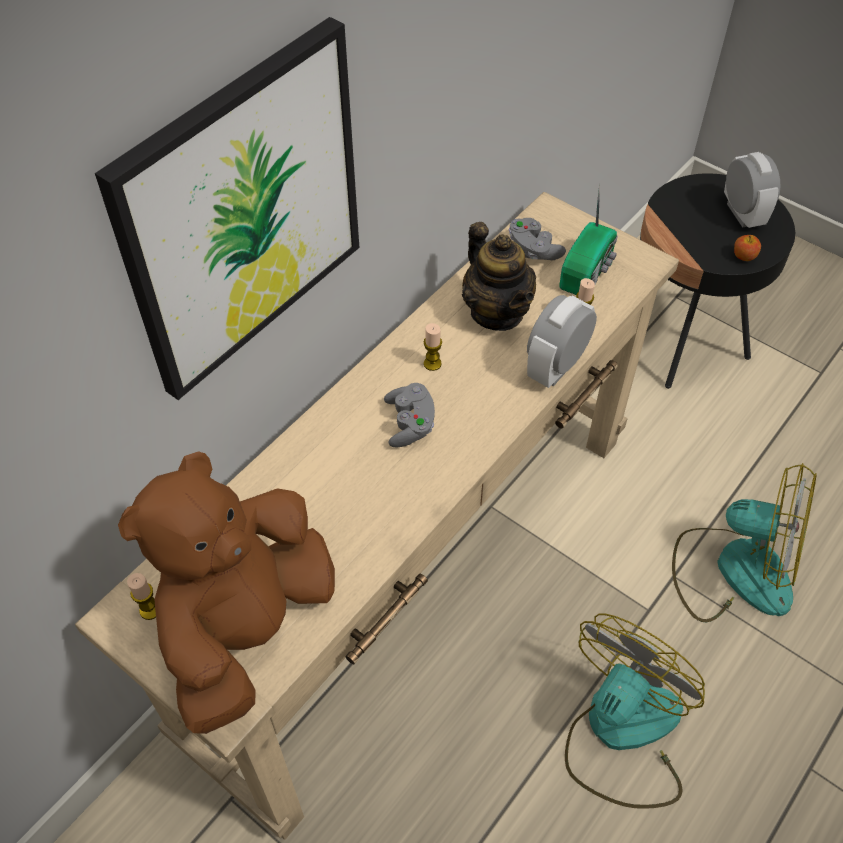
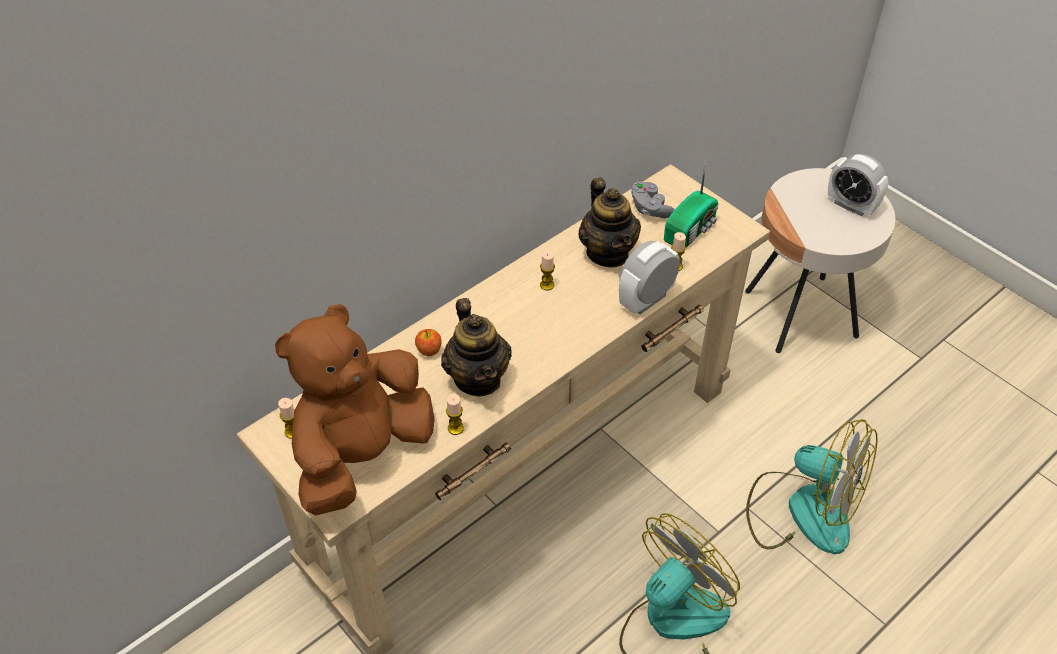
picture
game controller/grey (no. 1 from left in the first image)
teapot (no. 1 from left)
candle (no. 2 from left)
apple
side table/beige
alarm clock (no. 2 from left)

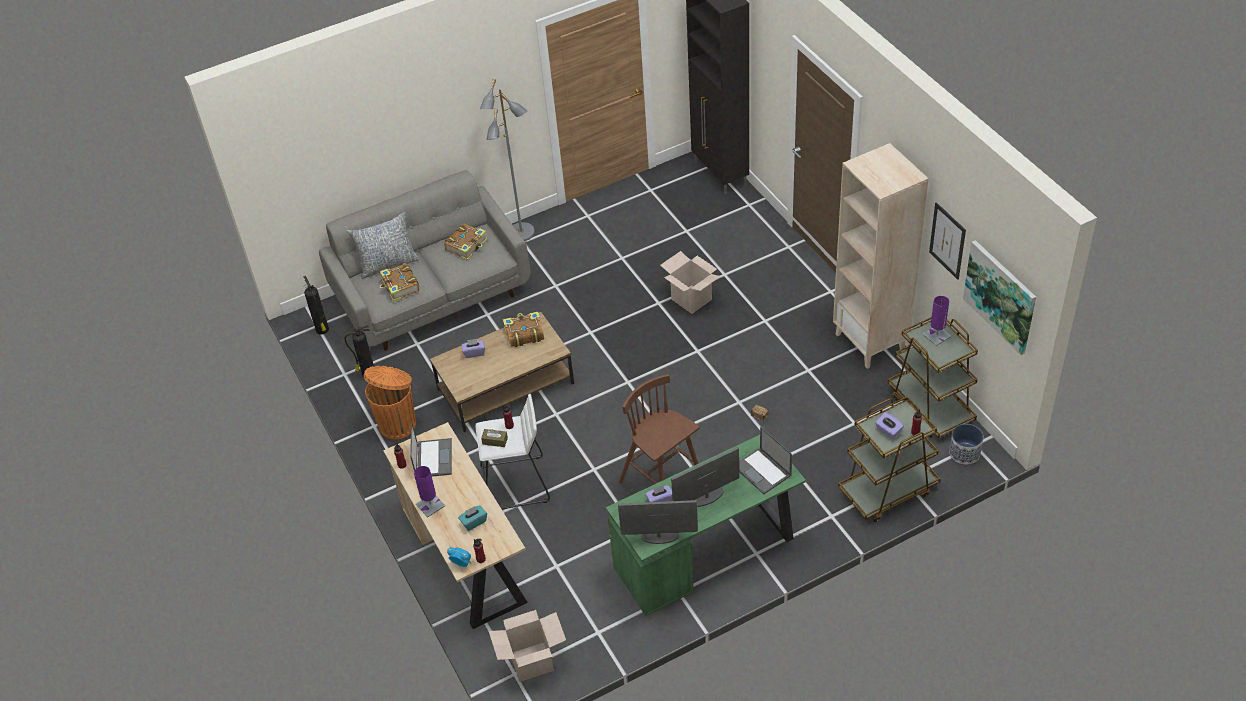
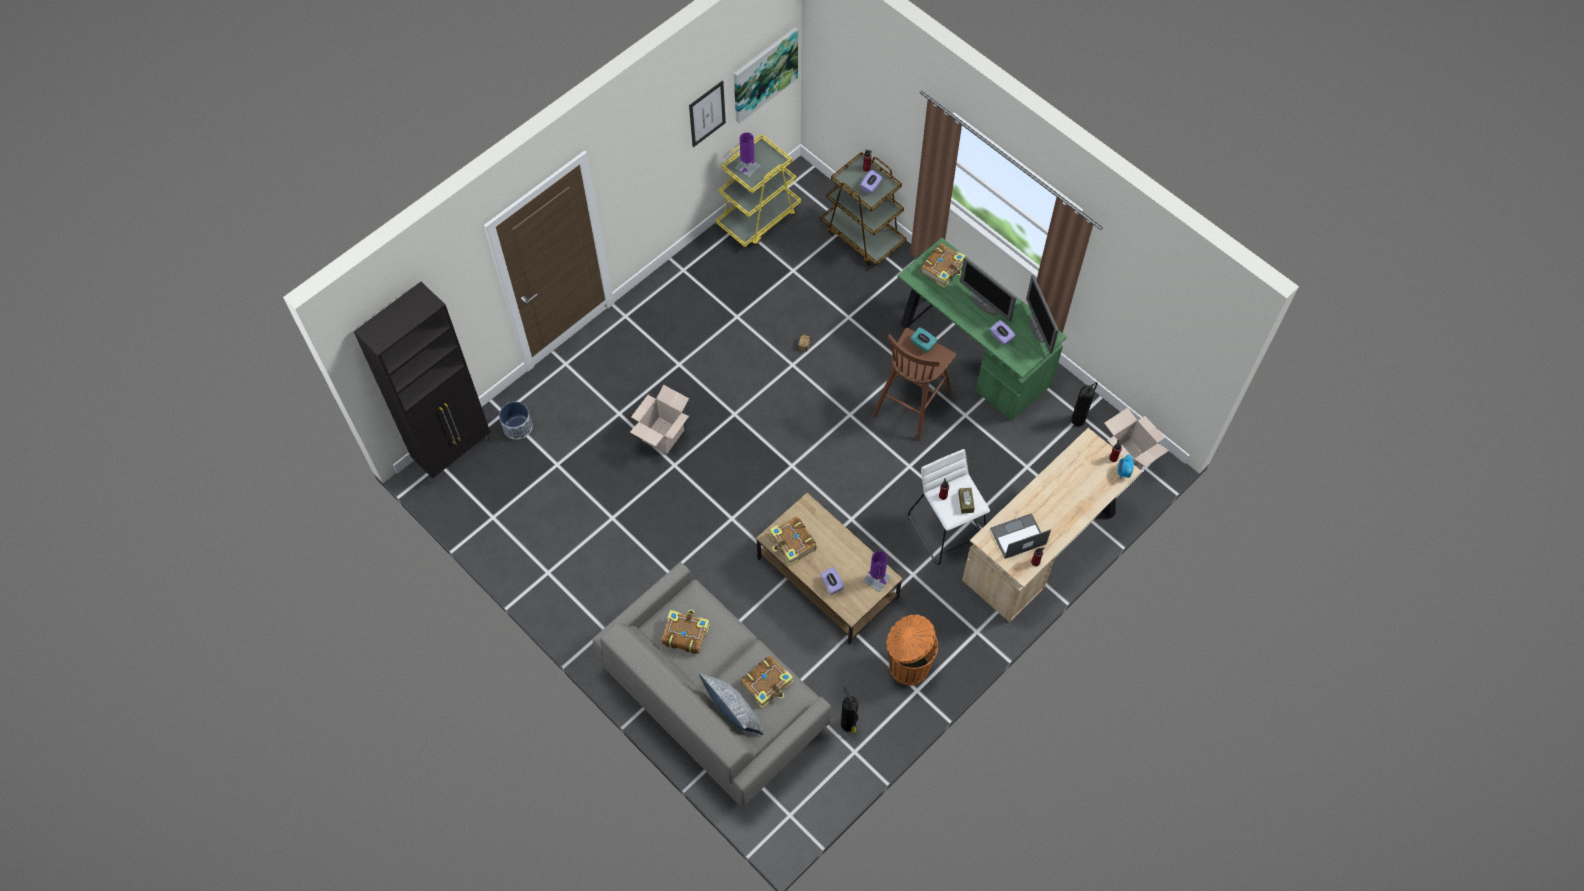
floor lamp/grey
bookcase/beige
fire extinguisher (no. 2 from left)
table lamp/purple (no. 2 from left)
tissue box/turquoise
planter
book (no. 4 from left)
cart/yellow

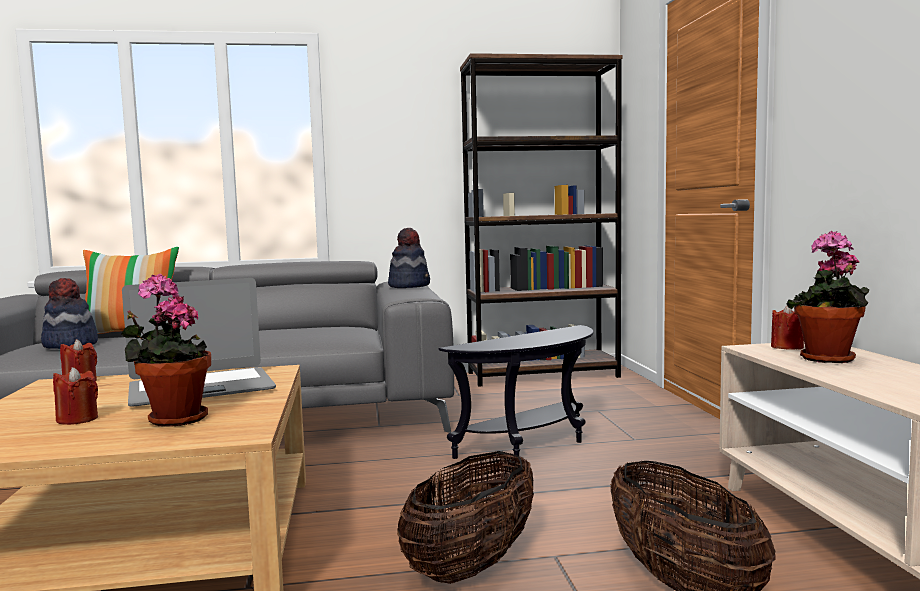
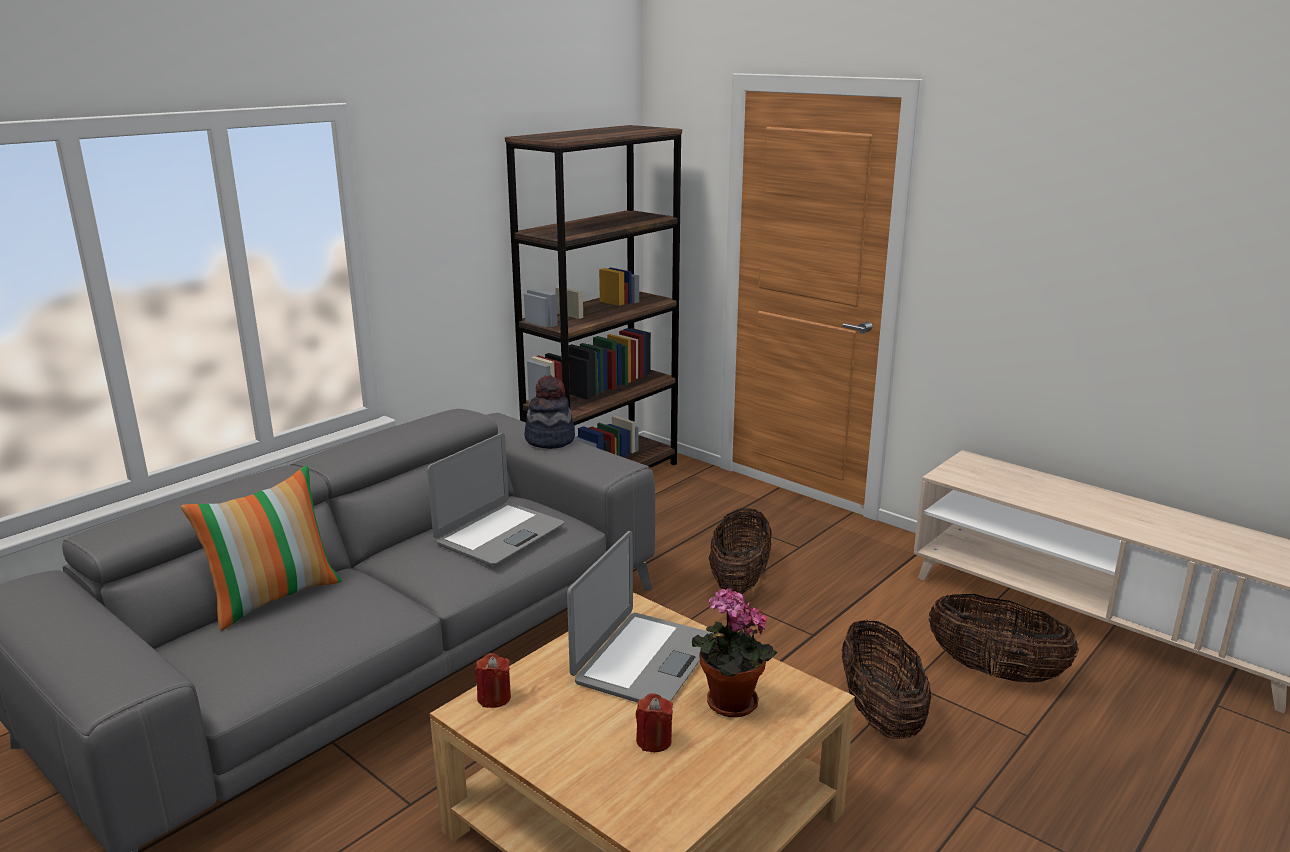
hat (no. 1 from left in the first image)
candle/red (no. 3 from left in the first image)
potted plant (no. 2 from left in the first image)
laptop (no. 1 from left)
basket (no. 1 from left)

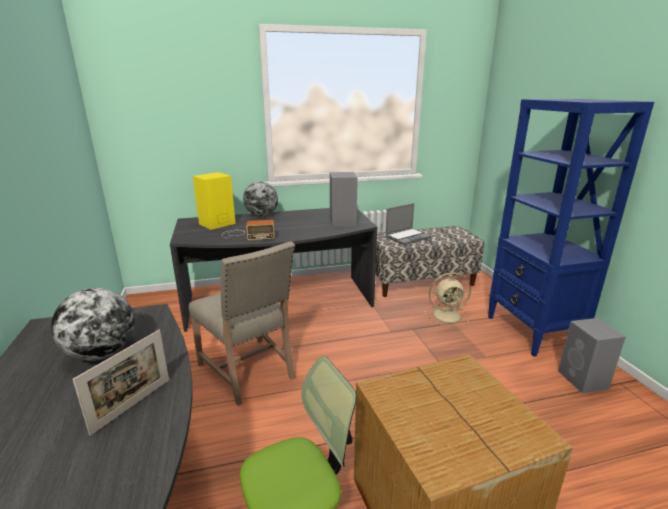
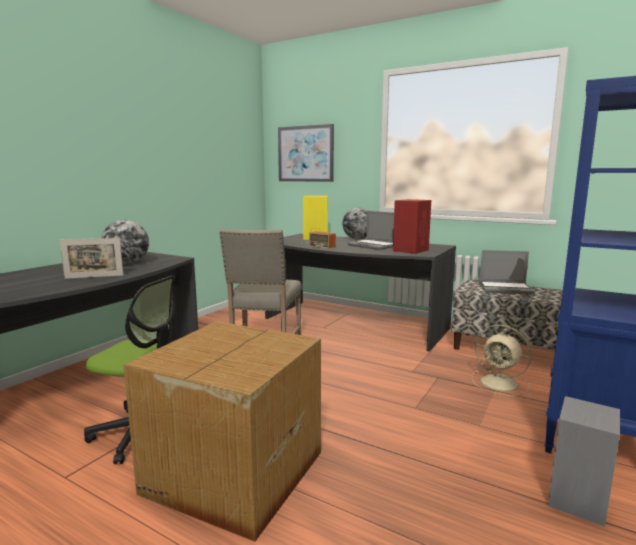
picture
laptop (no. 1 from left)
speaker/red

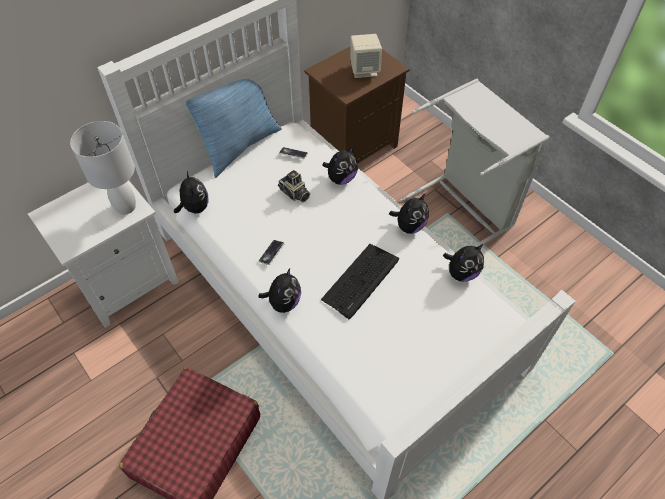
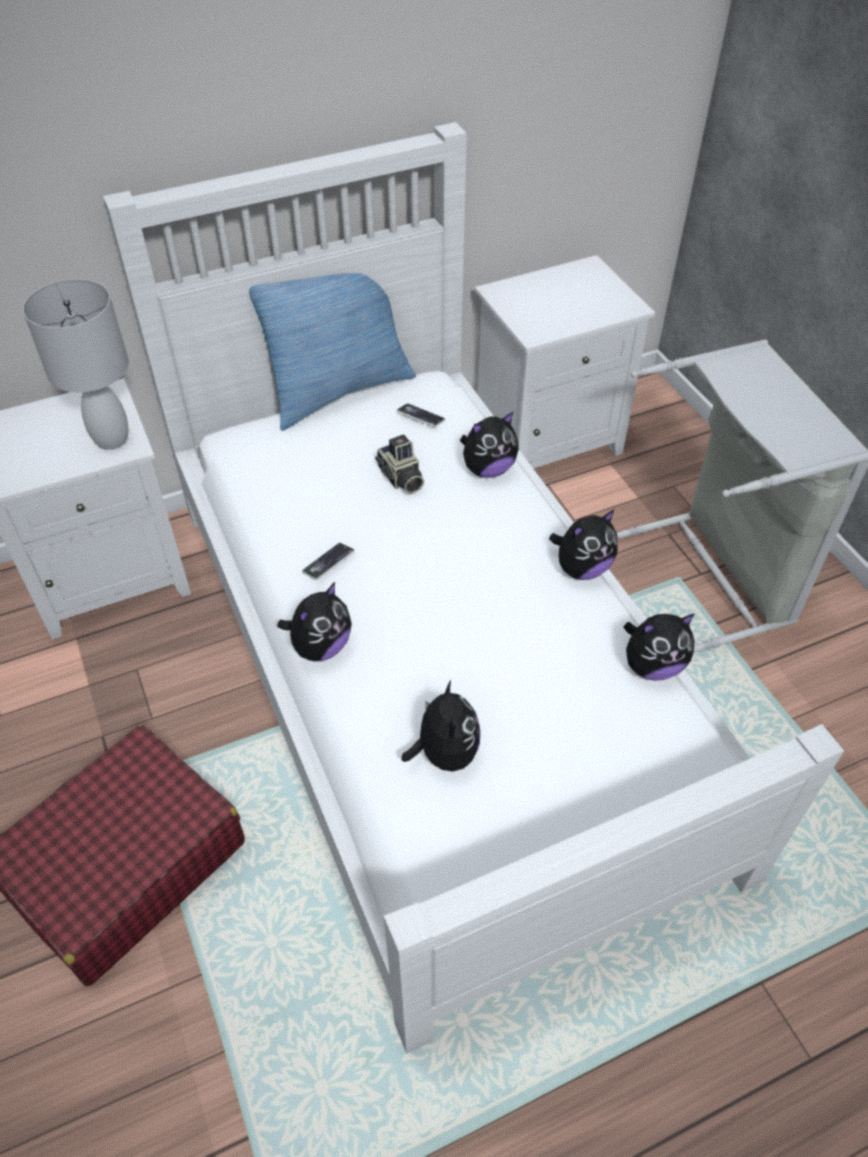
keyboard
speaker/beige
plush toy (no. 2 from left)
nightstand/white (no. 2 from left)

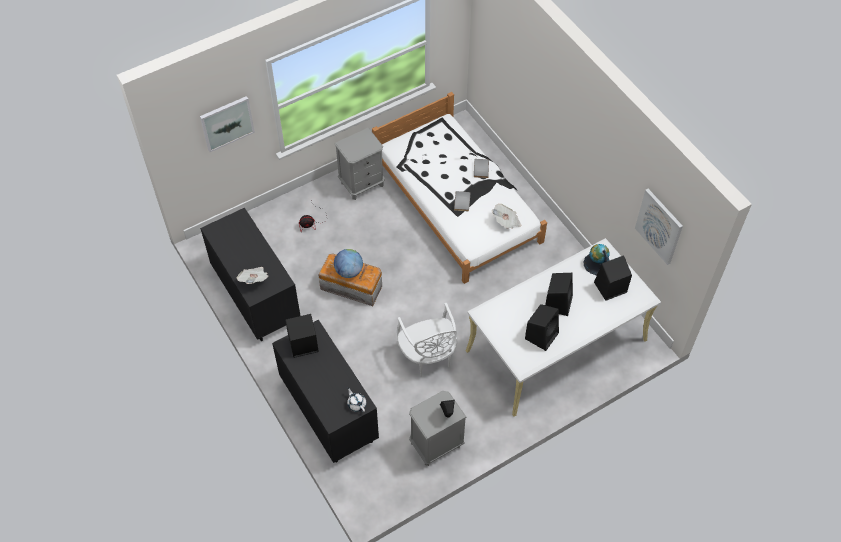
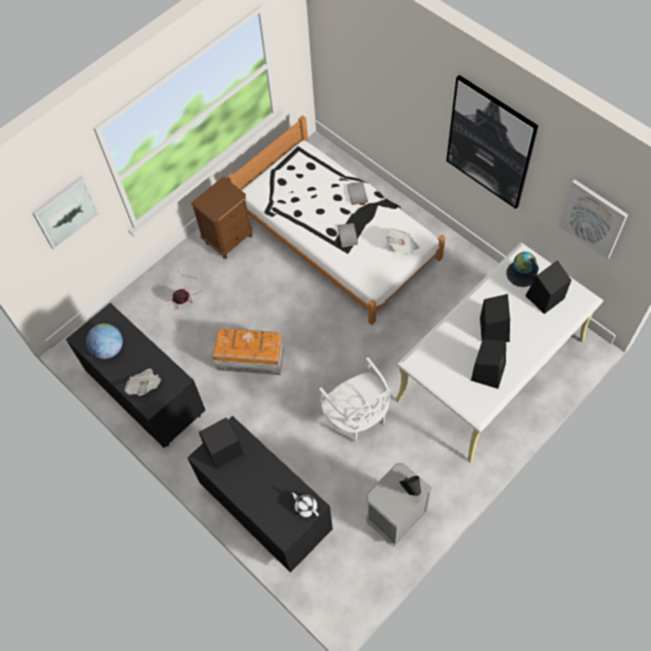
picture (no. 2 from left)
globe (no. 1 from left)
nightstand/brown

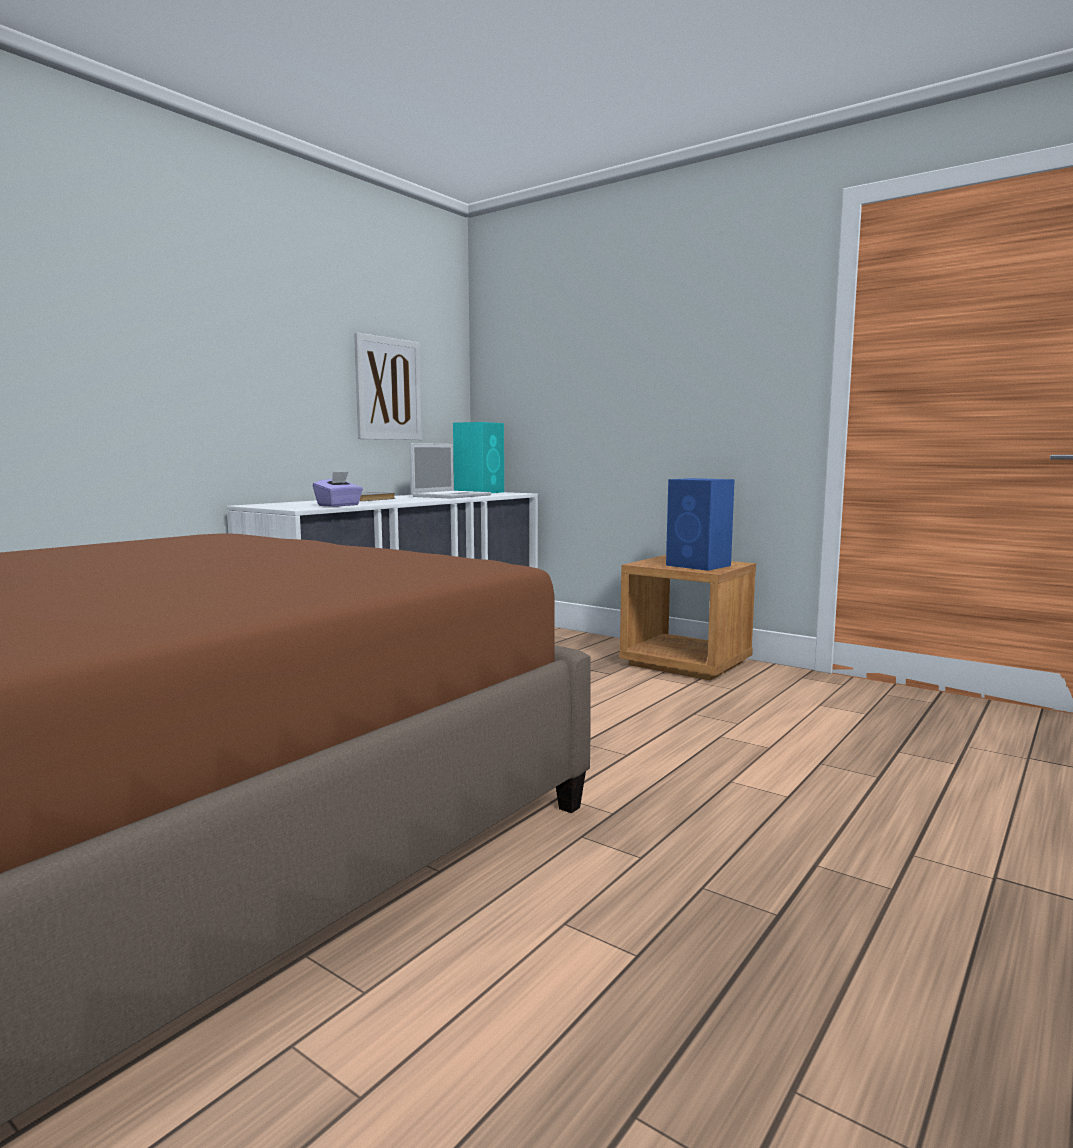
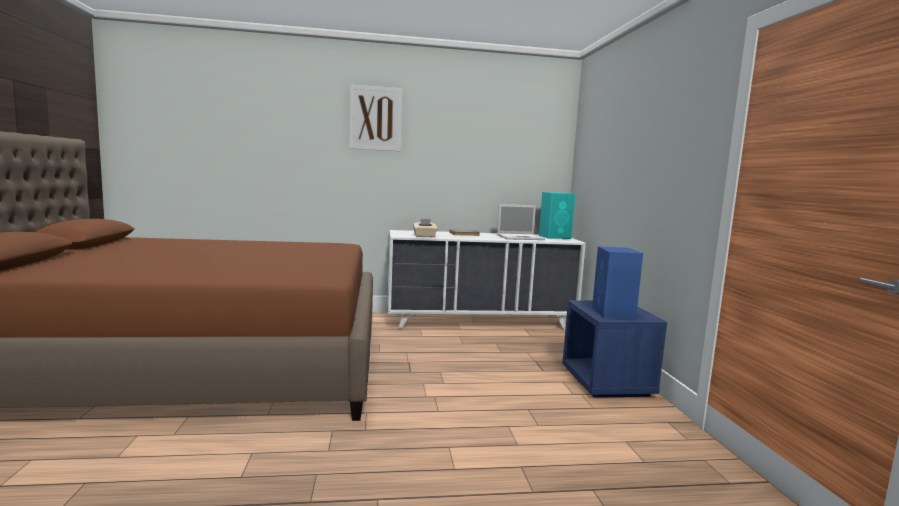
picture
tissue box/beige
nightstand/blue

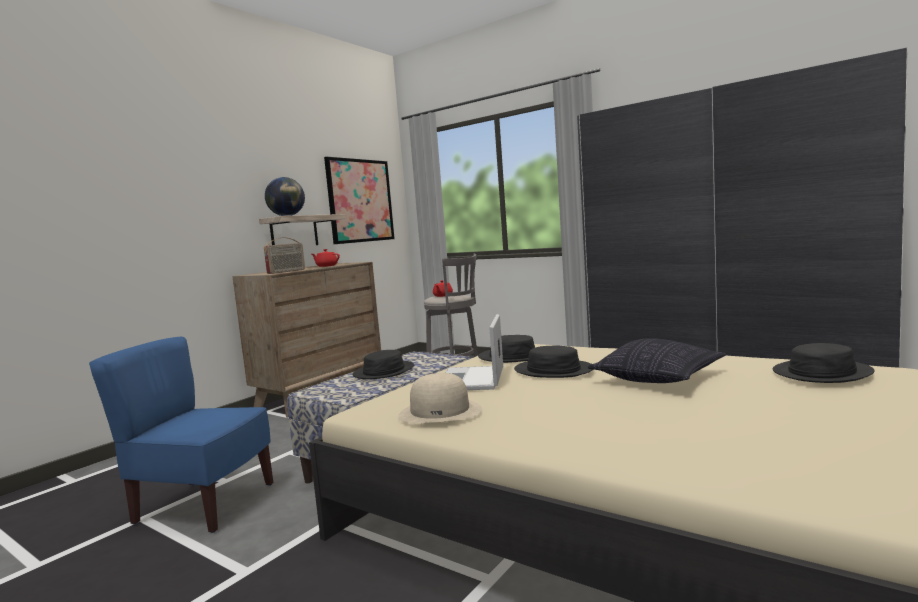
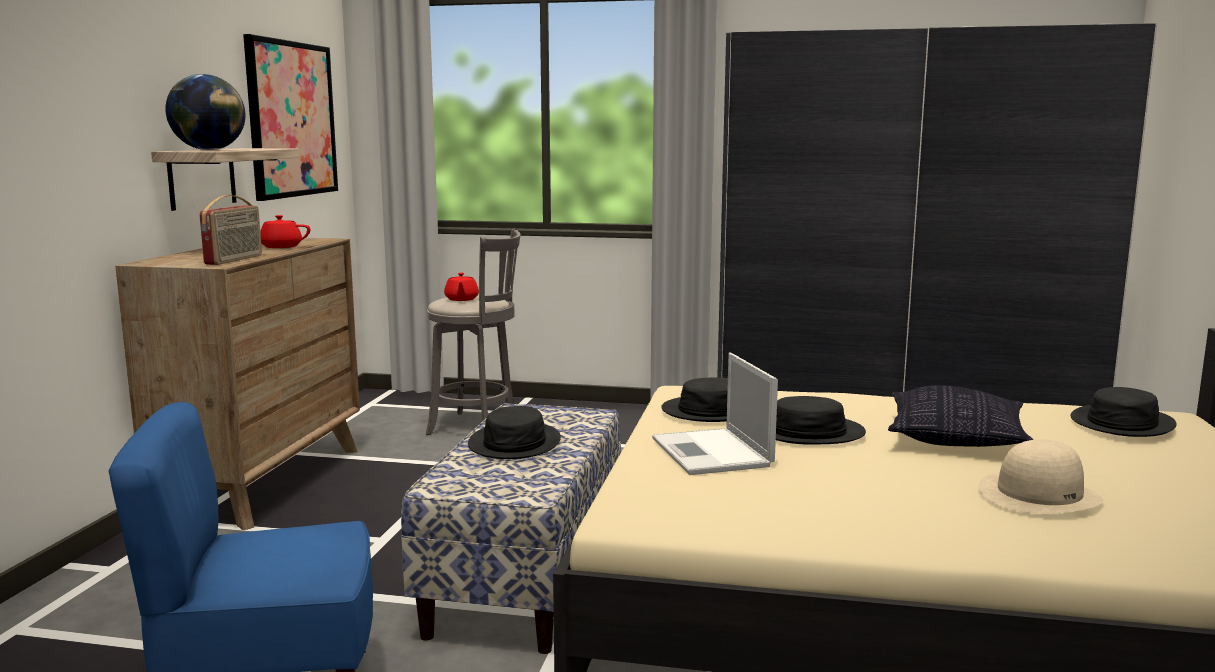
hat/beige

